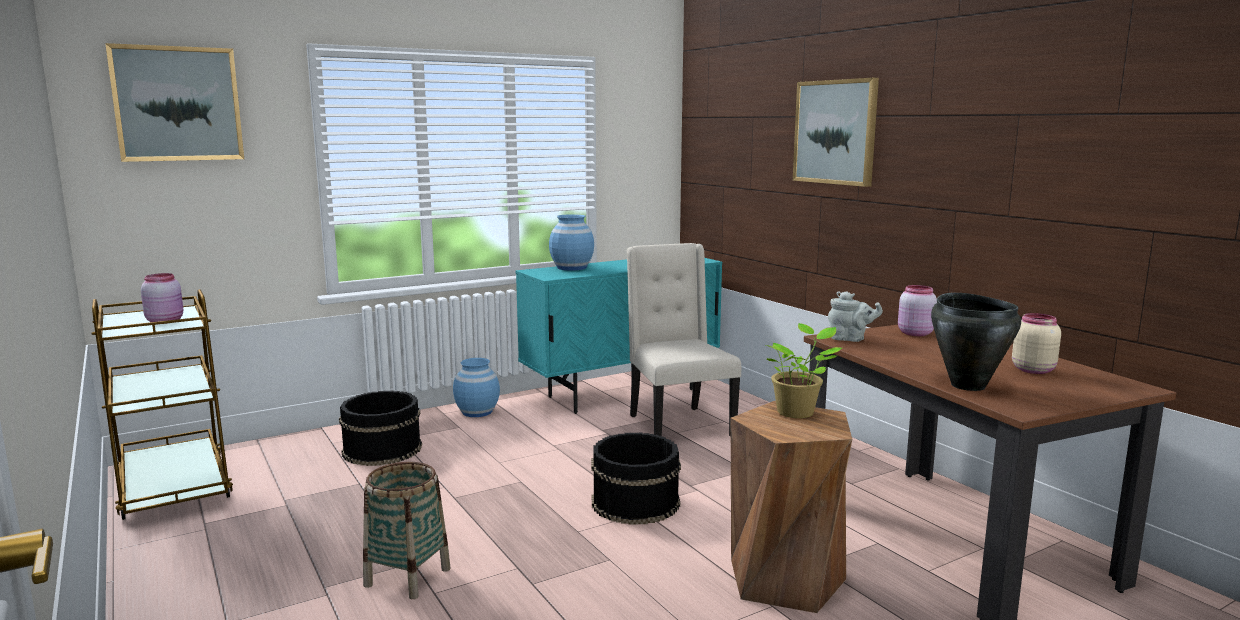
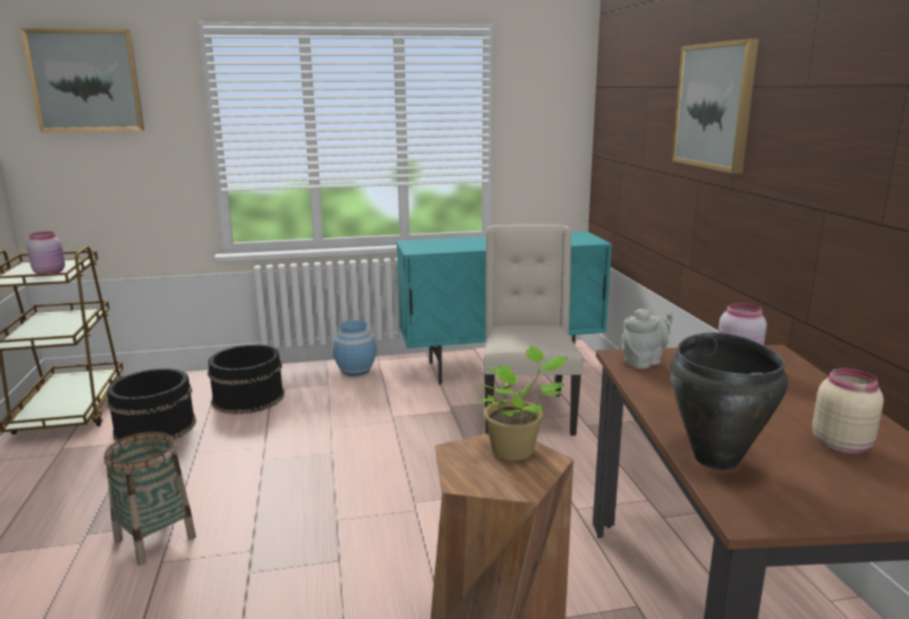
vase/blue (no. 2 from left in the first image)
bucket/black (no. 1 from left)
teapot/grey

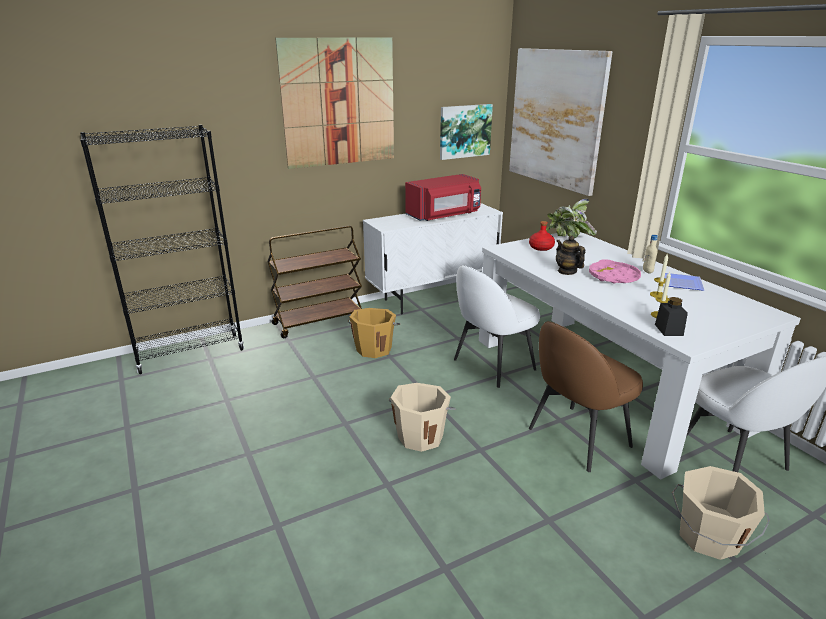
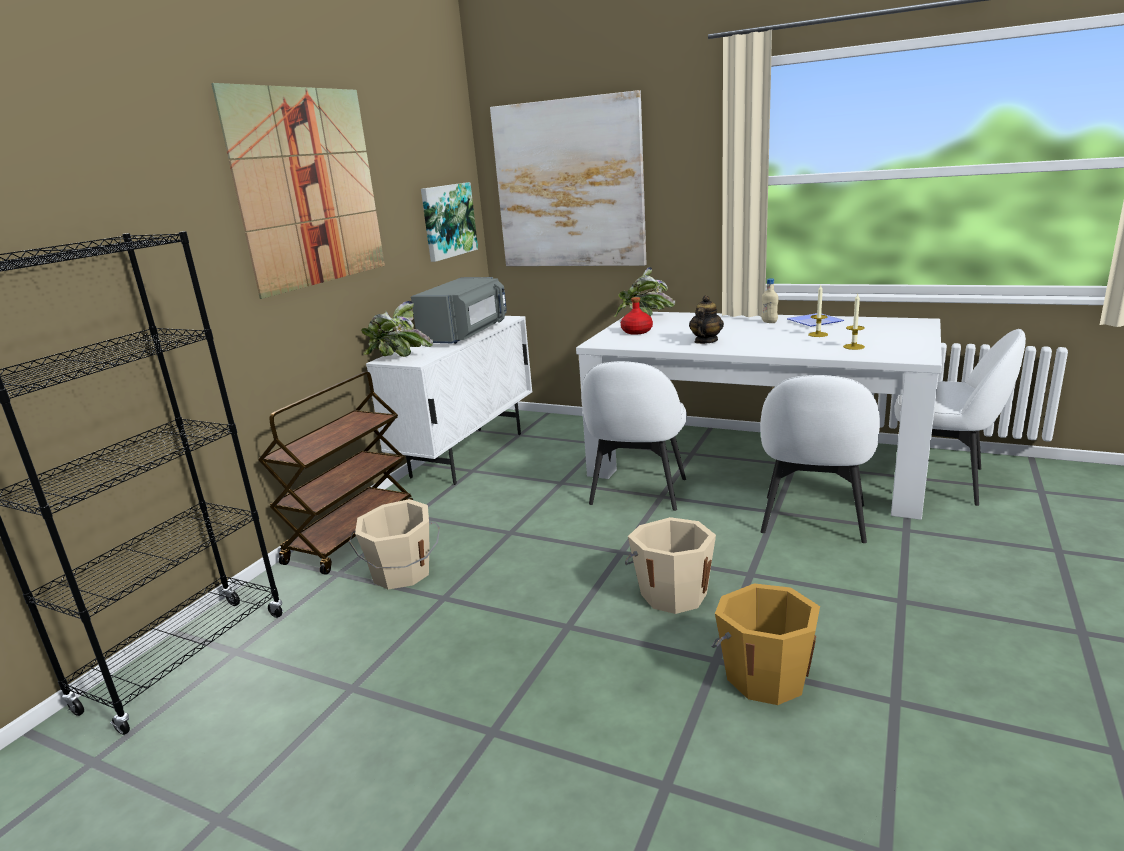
tray/pink
jar/black
potted plant (no. 1 from left)
bucket/orange
bucket/beige (no. 1 from left)
microwave/grey
chair/white (no. 2 from left)
teapot

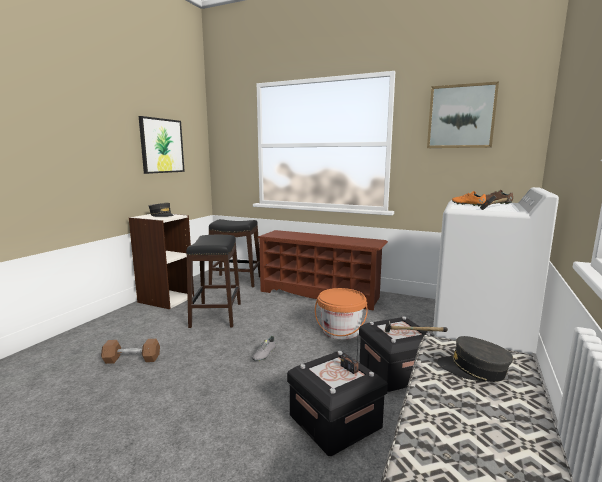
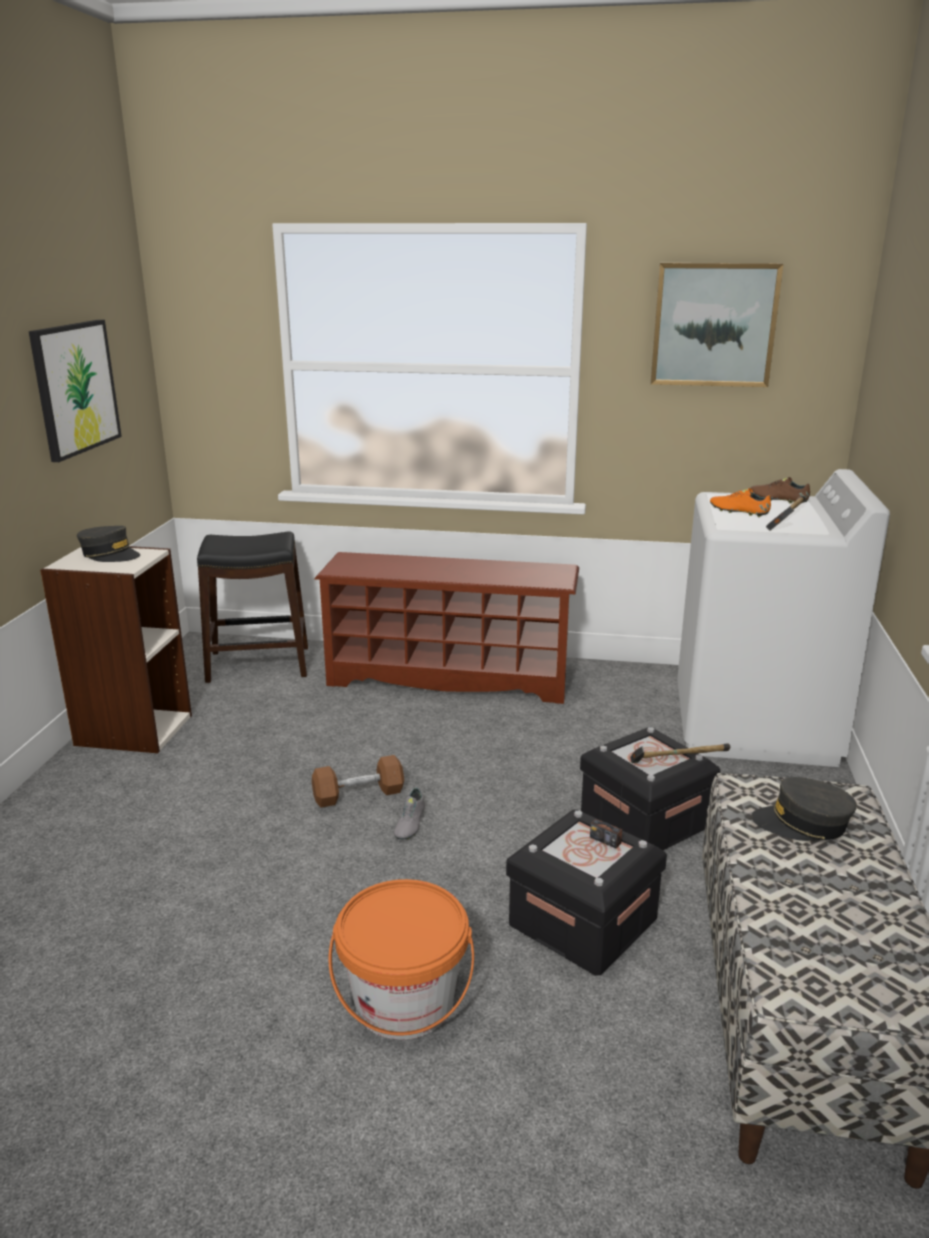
stool/black (no. 1 from left in the first image)
dumbbell/brown
bucket/orange

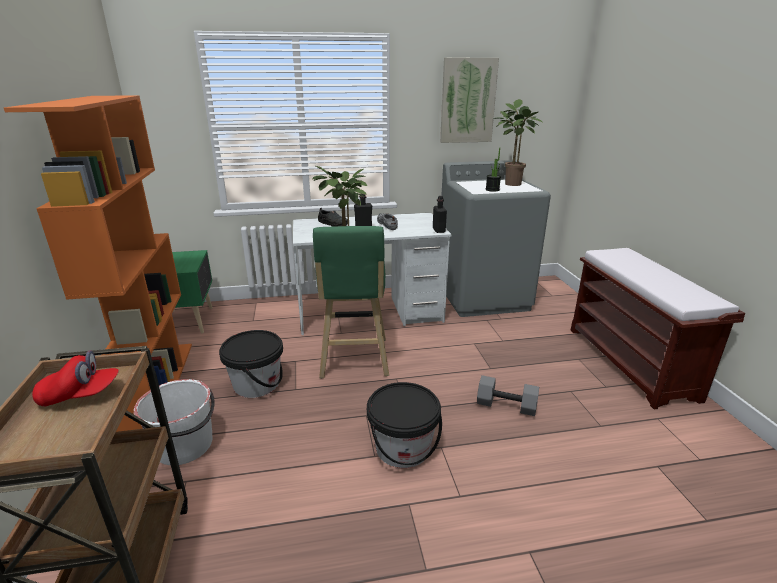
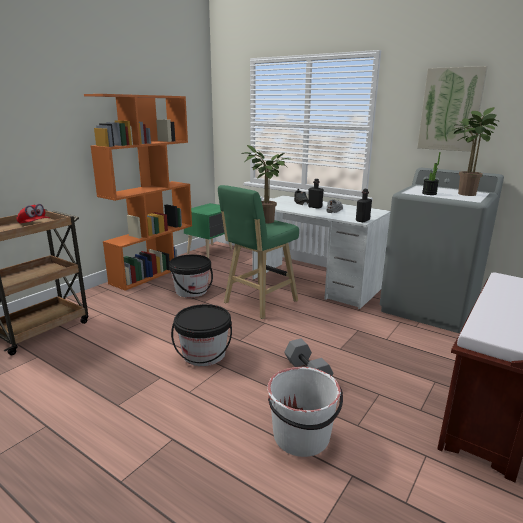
bucket/white

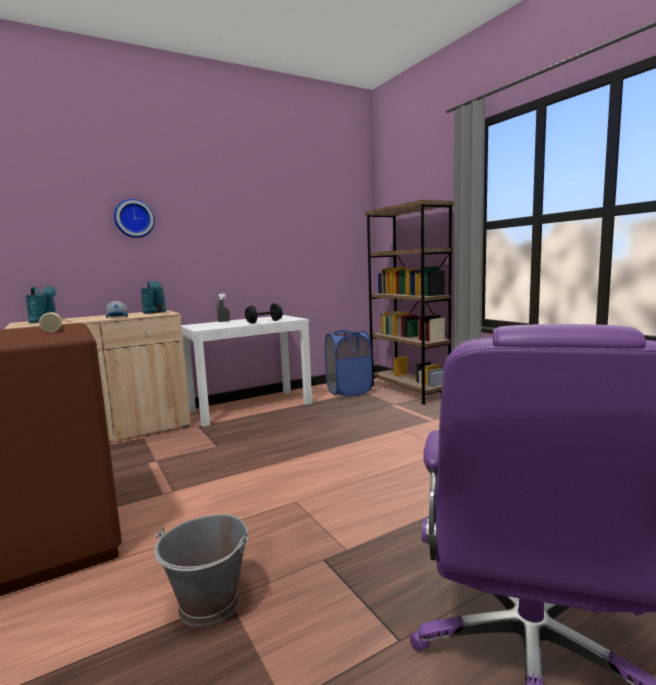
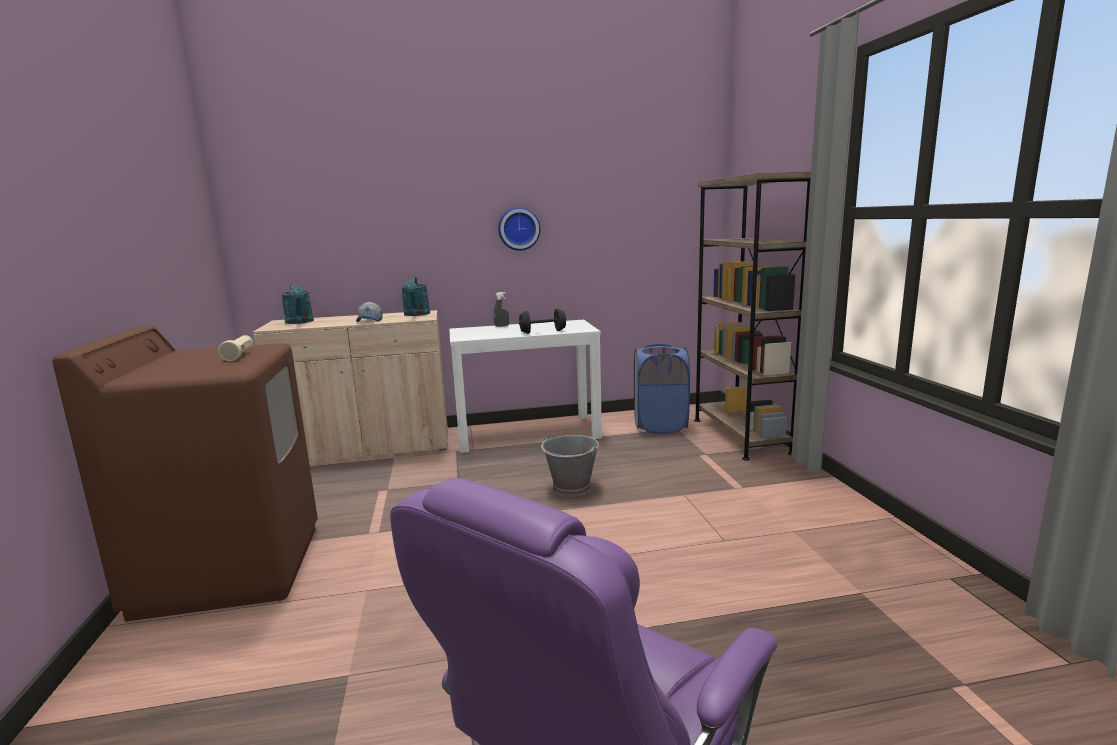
wall clock
bucket/grey

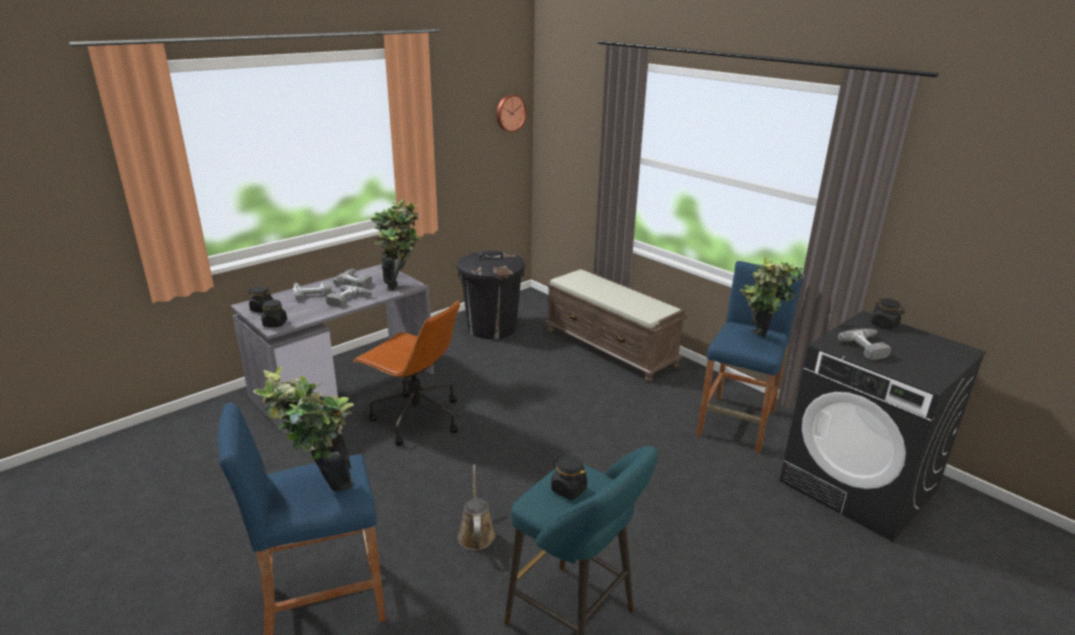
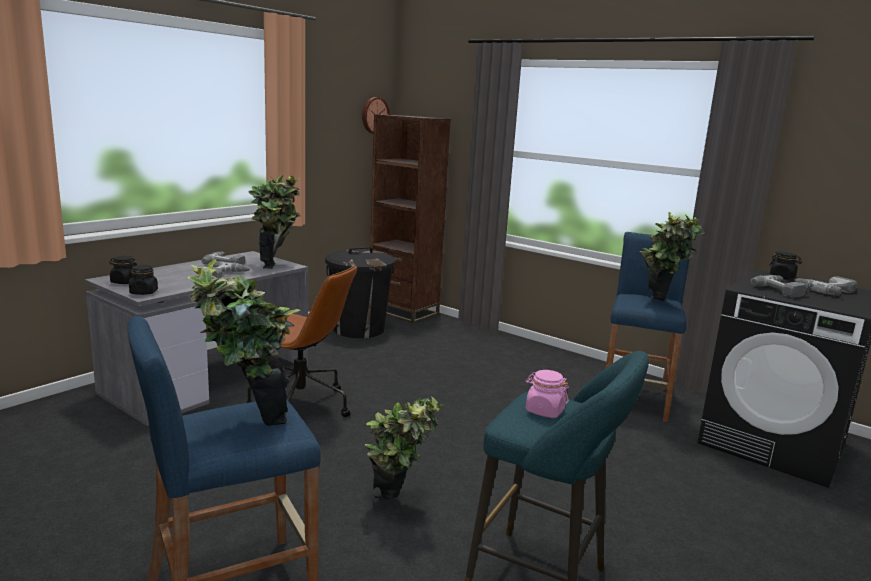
bench/brown
bookcase/brown
power drill (no. 4 from left)
potted plant (no. 3 from left)
jar/pink

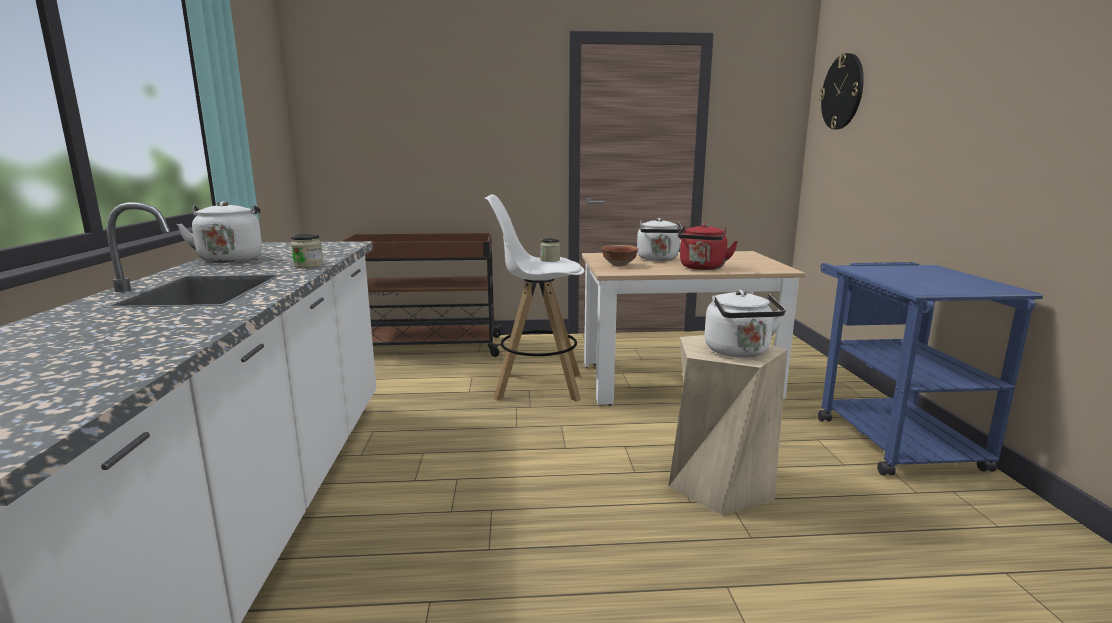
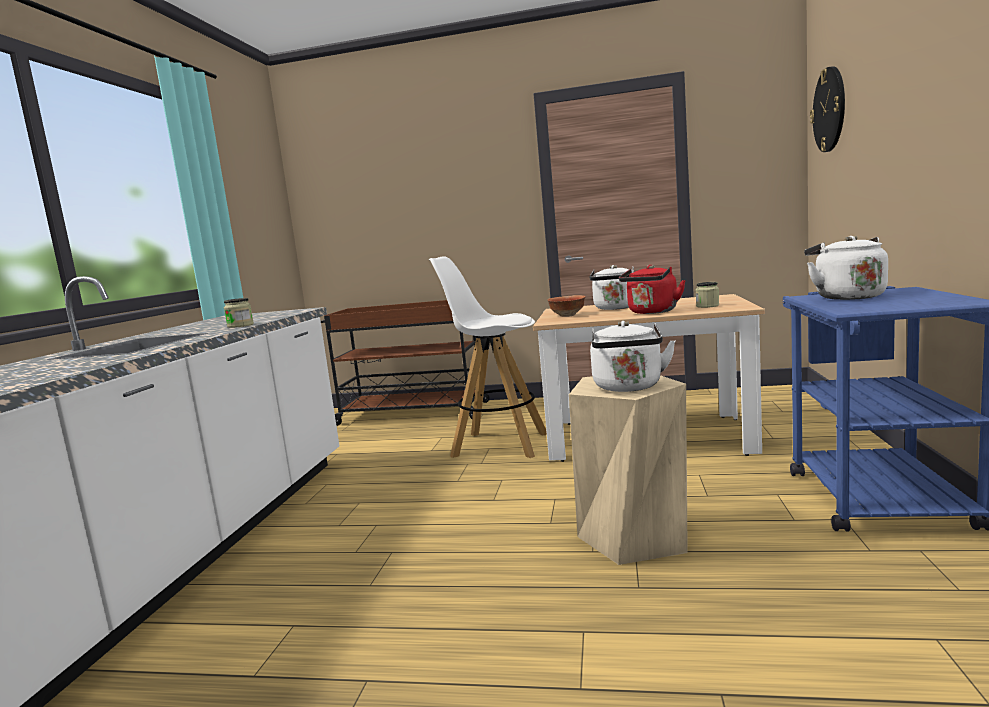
kettle/white (no. 3 from left)
jar (no. 2 from left)

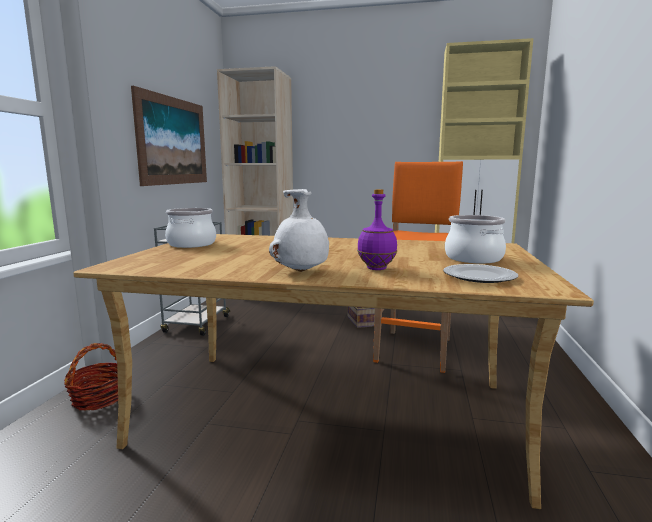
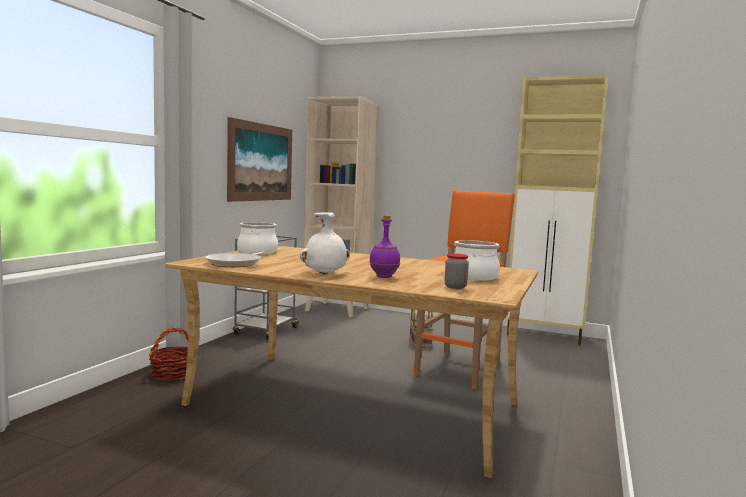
frying pan
jar

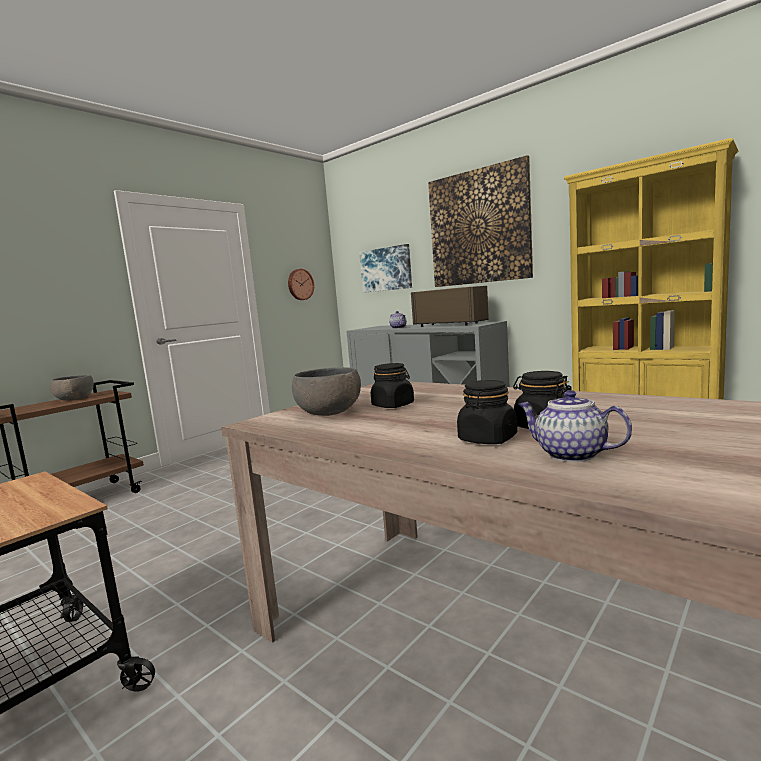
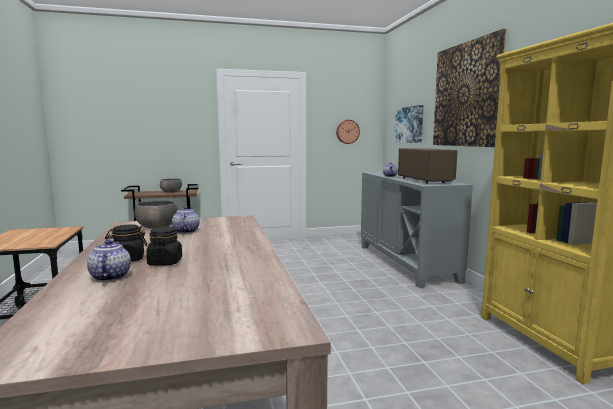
teapot (no. 2 from left)

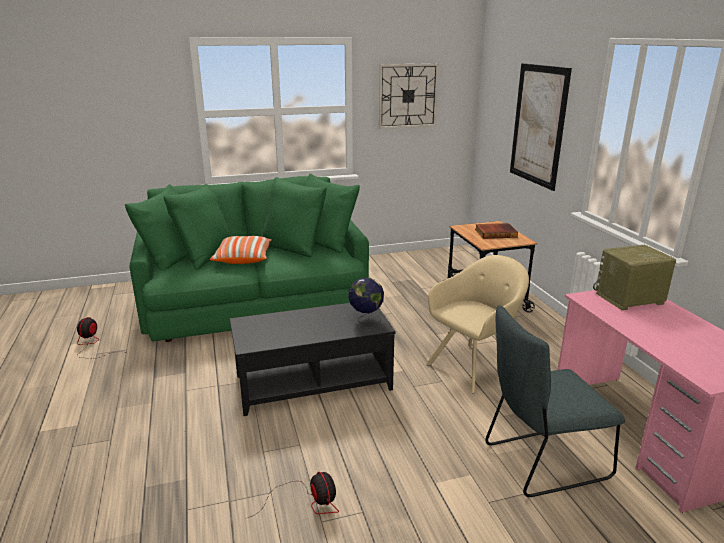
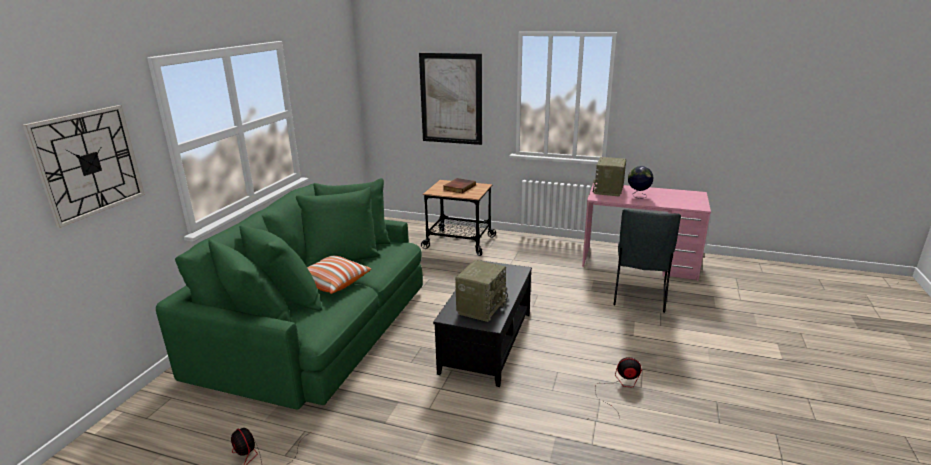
armchair/beige
radio (no. 1 from left)
globe
wall clock

